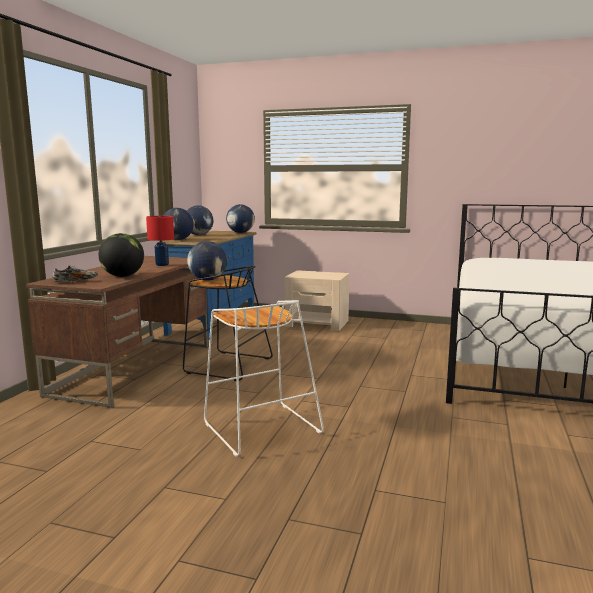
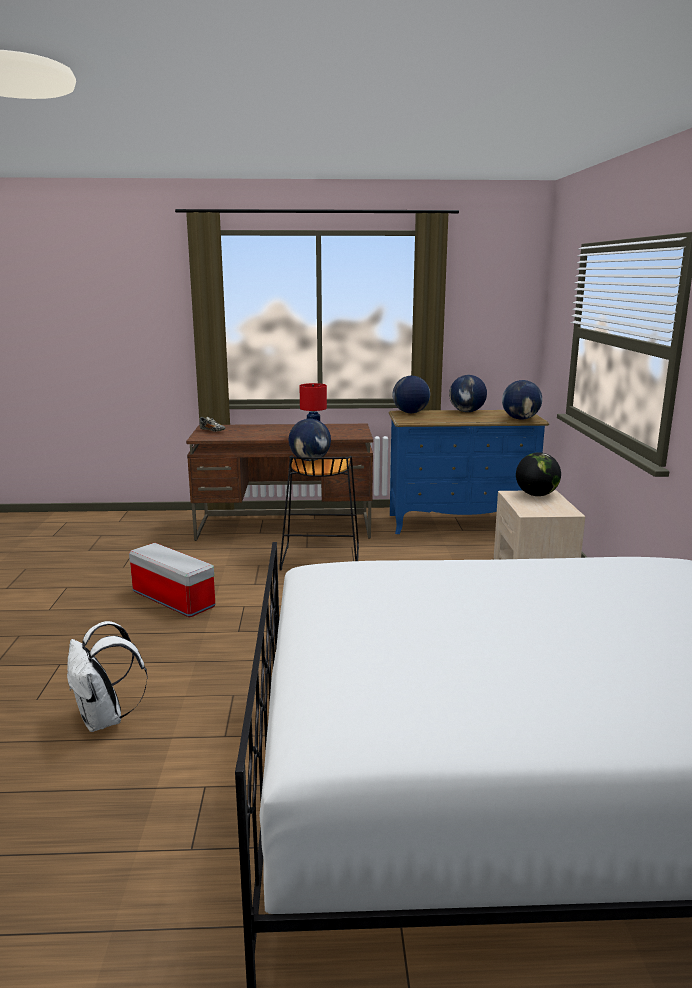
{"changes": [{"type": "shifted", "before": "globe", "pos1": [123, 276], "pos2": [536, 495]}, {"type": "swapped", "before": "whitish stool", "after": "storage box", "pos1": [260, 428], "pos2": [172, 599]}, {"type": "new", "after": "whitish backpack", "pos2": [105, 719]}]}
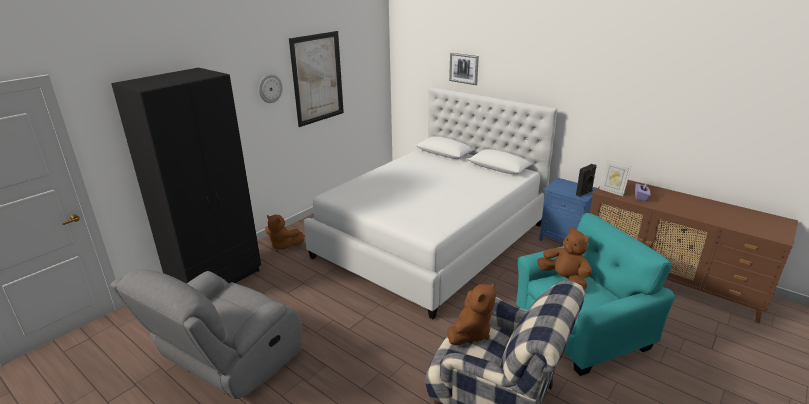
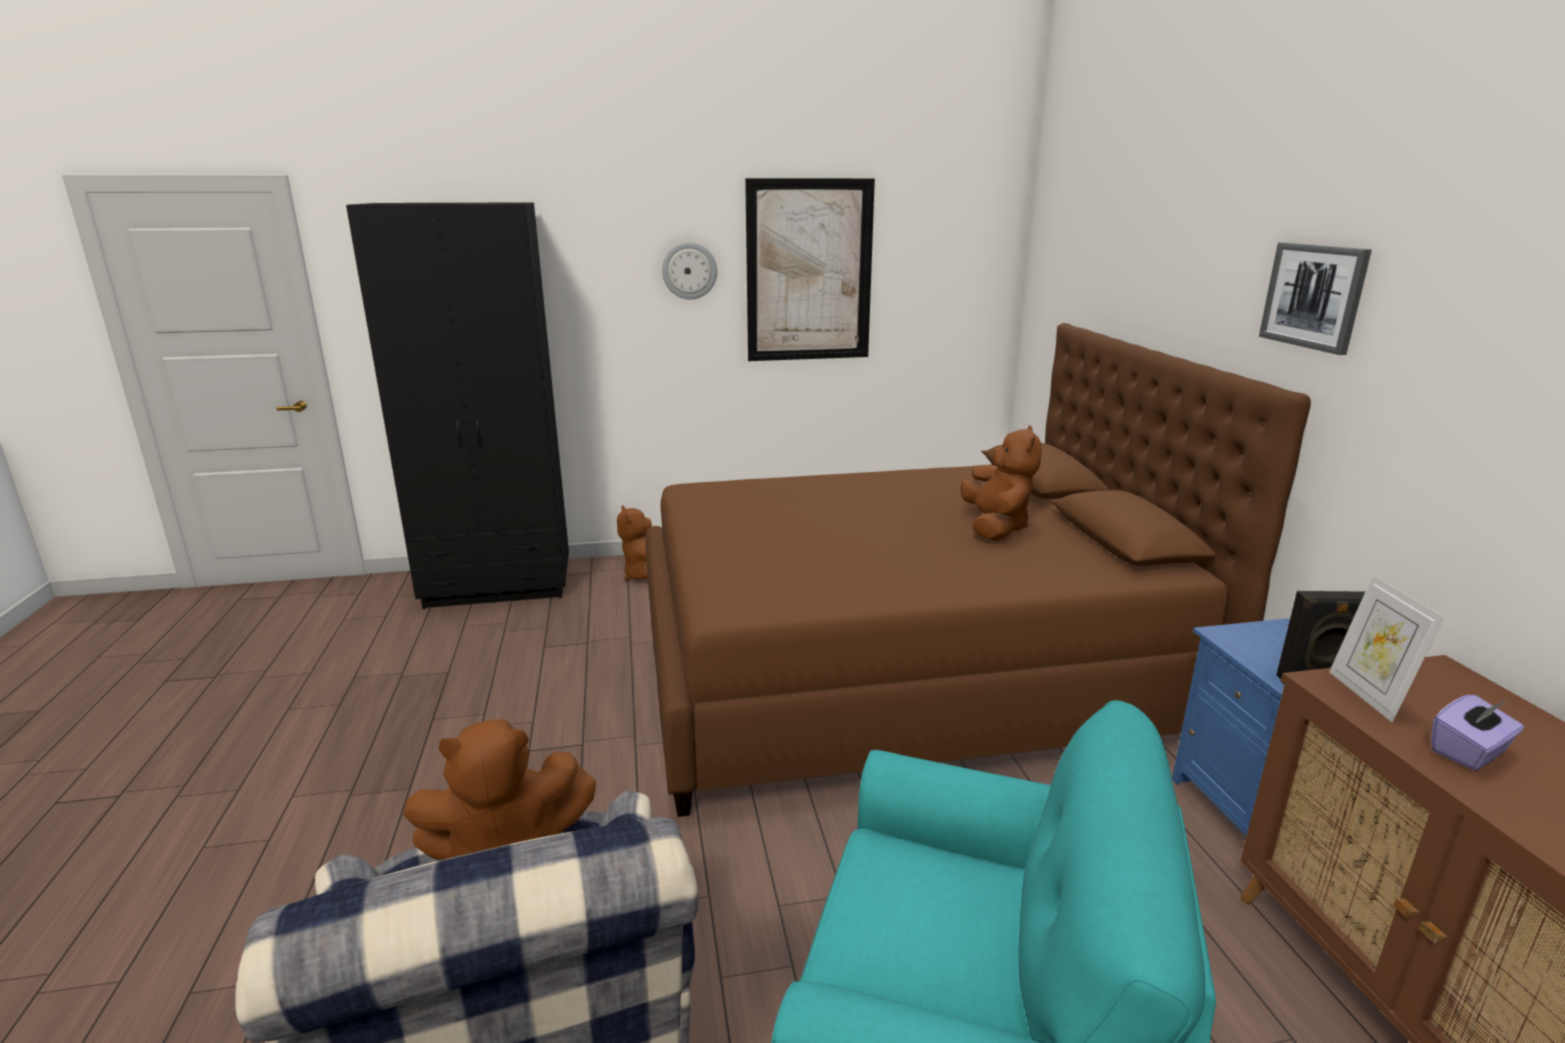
{"changes": [{"type": "shifted", "before": "wall art", "pos1": [464, 68], "pos2": [1314, 296]}, {"type": "repainted", "before": "whitish bedroom bed", "after": "brownish bedroom bed", "pos1": [432, 240], "pos2": [901, 668]}, {"type": "shifted", "before": "brownish plush toy", "pos1": [564, 280], "pos2": [995, 527]}, {"type": "gone", "before": "grey easy chair", "pos1": [226, 365]}]}
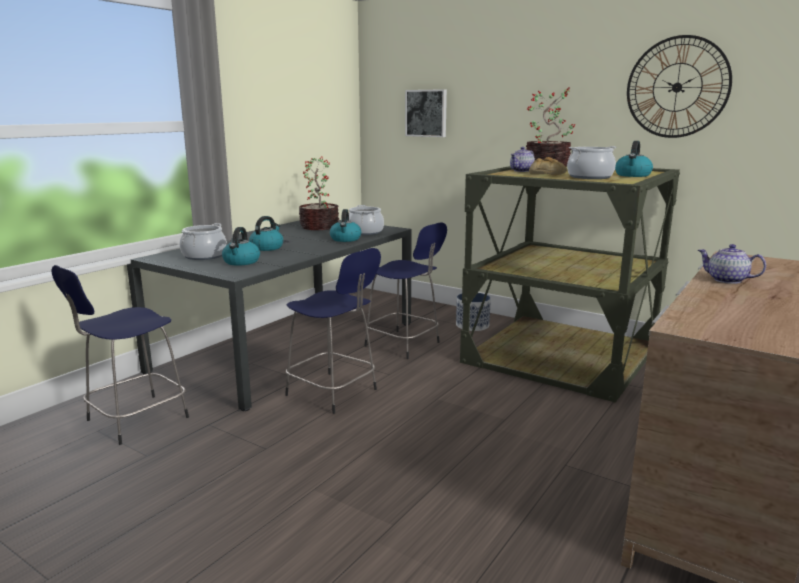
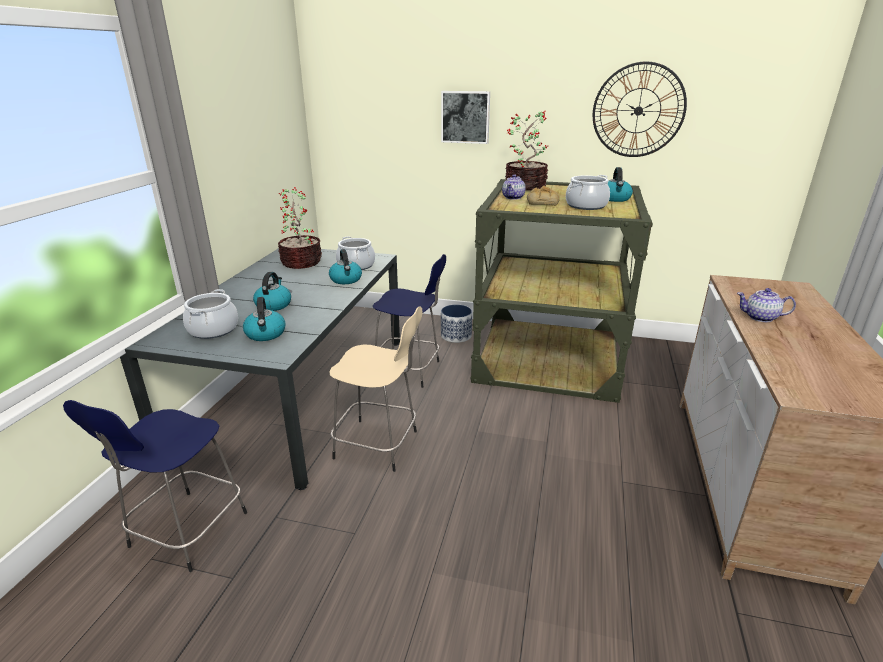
{"changes": [{"type": "shifted", "before": "wall art", "pos1": [426, 113], "pos2": [465, 117]}, {"type": "repainted", "before": "blue-coloured stool", "after": "beige stool", "pos1": [334, 393], "pos2": [379, 445]}]}
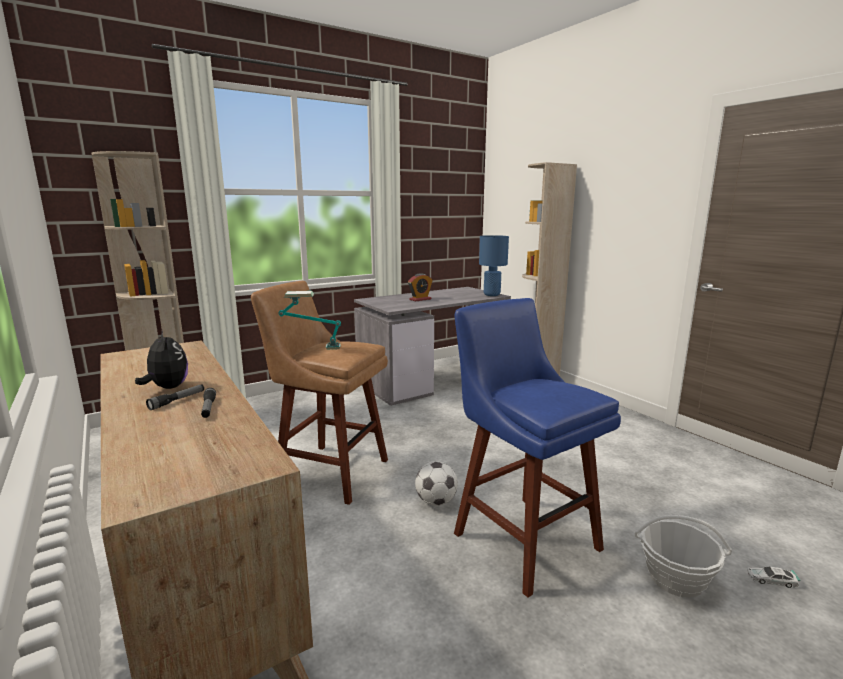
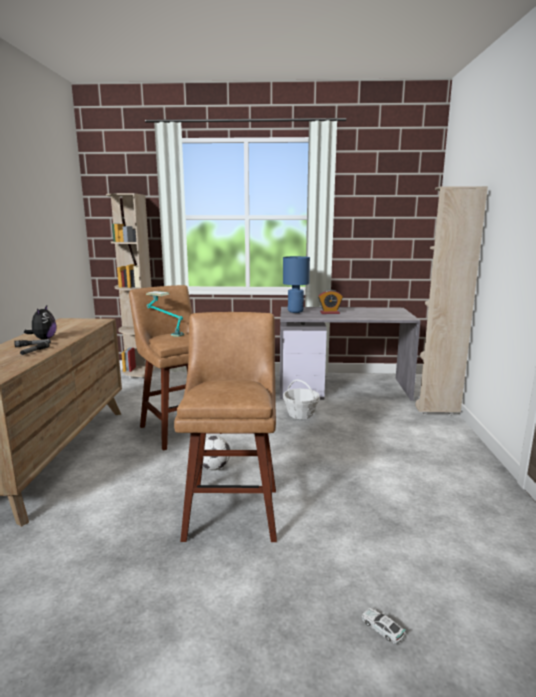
{"changes": [{"type": "shifted", "before": "blue-coloured table lamp", "pos1": [491, 295], "pos2": [295, 312]}, {"type": "repainted", "before": "blue-coloured stool", "after": "brownish stool", "pos1": [522, 538], "pos2": [233, 510]}, {"type": "shifted", "before": "household basket", "pos1": [675, 579], "pos2": [300, 414]}]}
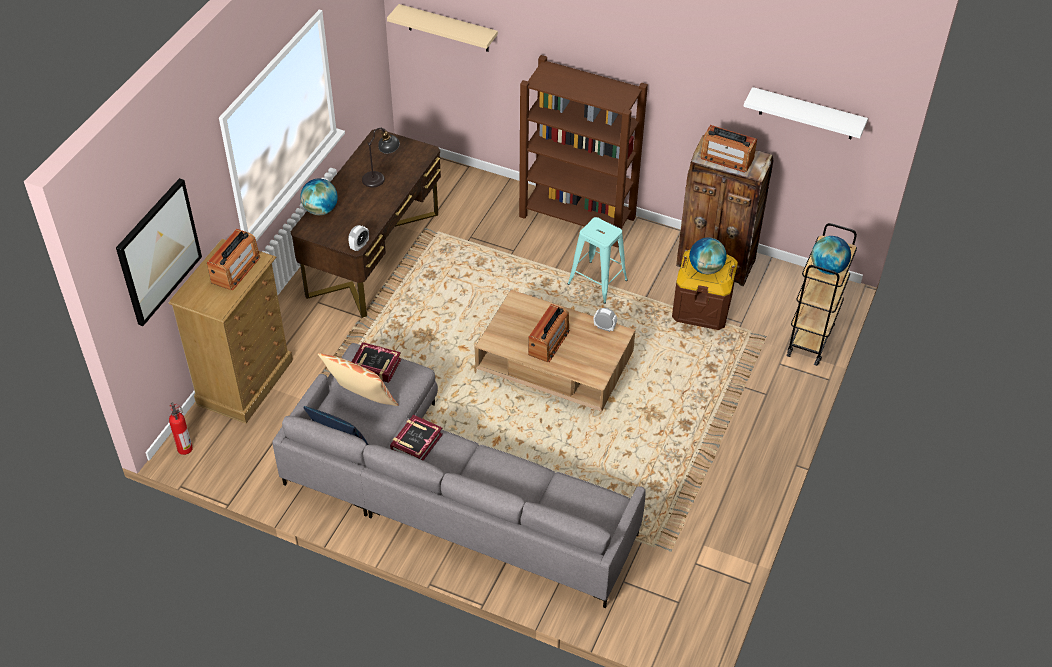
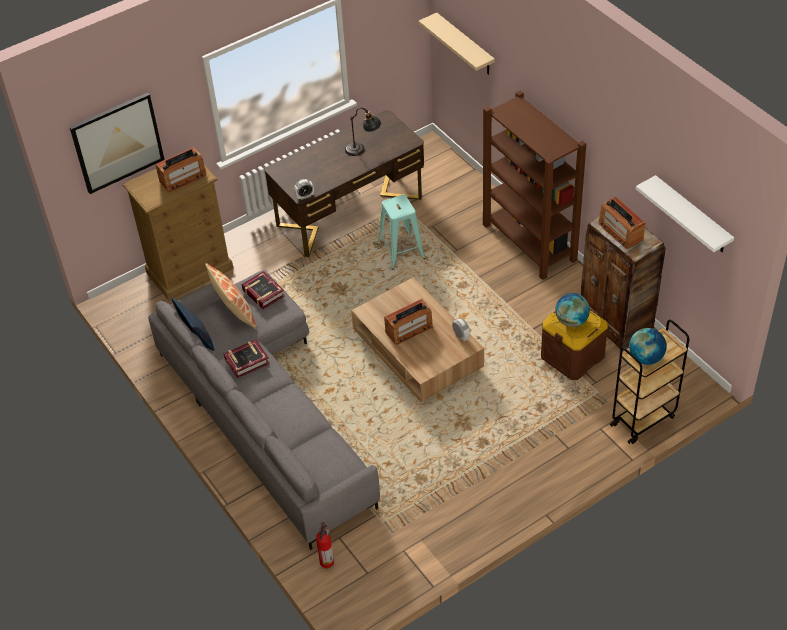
{"changes": [{"type": "gone", "before": "globe", "pos1": [321, 210]}, {"type": "shifted", "before": "turquoise-coloured stool", "pos1": [597, 282], "pos2": [401, 251]}, {"type": "shifted", "before": "fire extinguisher", "pos1": [184, 447], "pos2": [327, 561]}]}
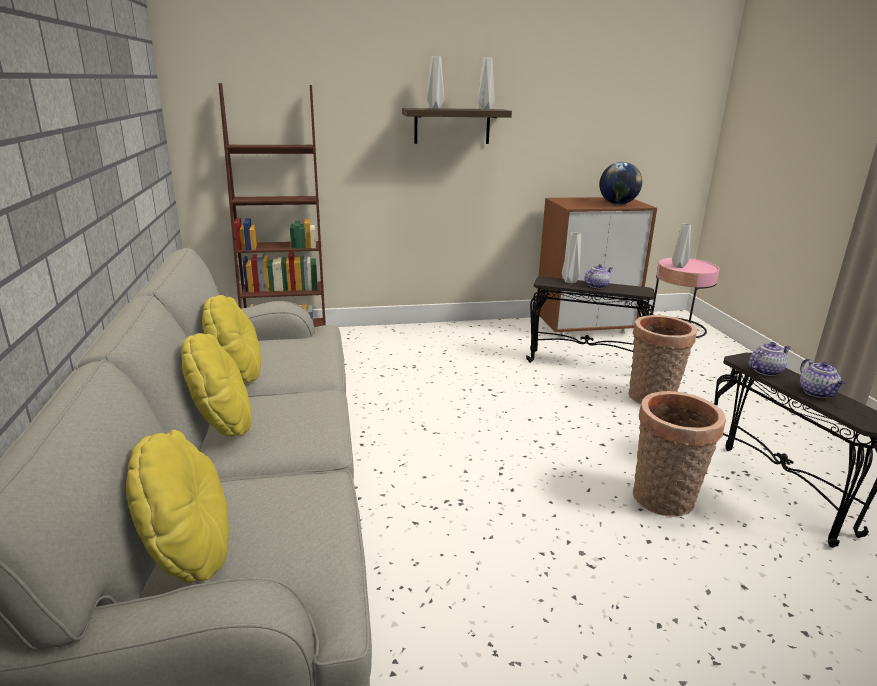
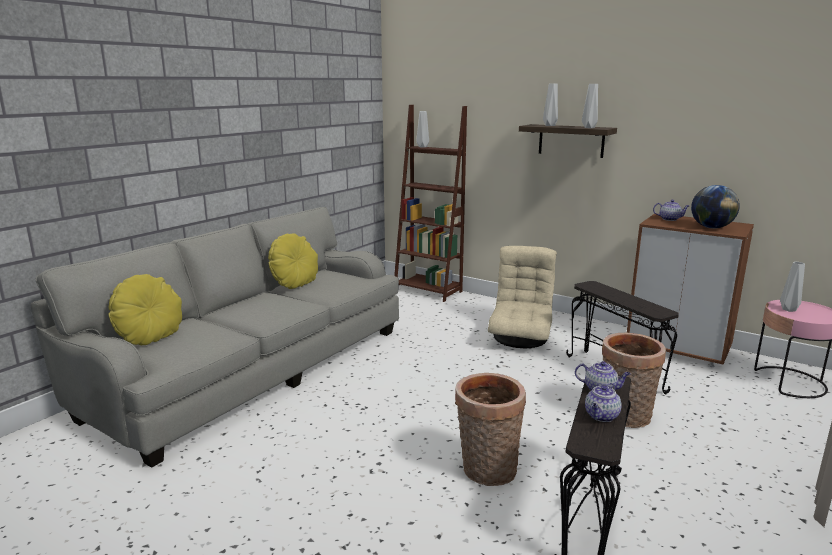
{"changes": [{"type": "shifted", "before": "grey decorative vase", "pos1": [569, 281], "pos2": [422, 147]}, {"type": "shifted", "before": "pot for tea", "pos1": [597, 286], "pos2": [670, 219]}, {"type": "gone", "before": "yellowish pillow", "pos1": [223, 427]}, {"type": "new", "after": "beige easy chair", "pos2": [521, 338]}]}
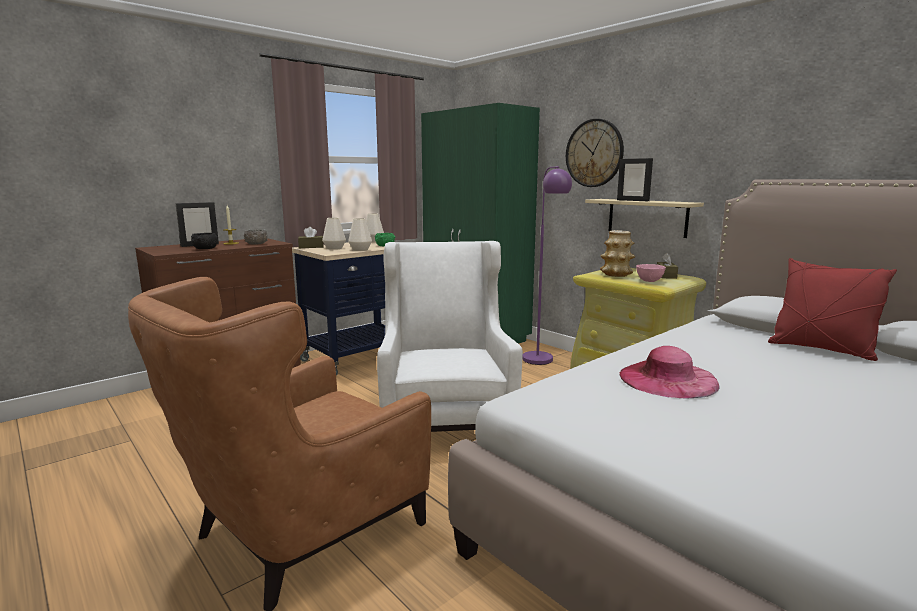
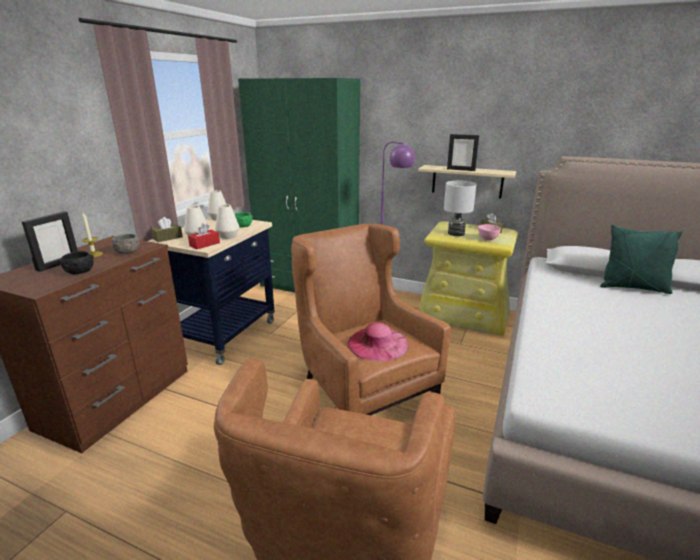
{"changes": [{"type": "gone", "before": "clock on the wall", "pos1": [594, 153]}, {"type": "swapped", "before": "decorative vase", "after": "grey table lamp", "pos1": [616, 274], "pos2": [456, 233]}, {"type": "repainted", "before": "whitish easy chair", "after": "brownish easy chair", "pos1": [446, 420], "pos2": [363, 387]}, {"type": "repainted", "before": "reddish pillow", "after": "greenish pillow", "pos1": [821, 349], "pos2": [633, 288]}, {"type": "shifted", "before": "pinkish wearable hat", "pos1": [667, 379], "pos2": [377, 343]}, {"type": "new", "after": "reddish box of tissues", "pos2": [204, 244]}]}
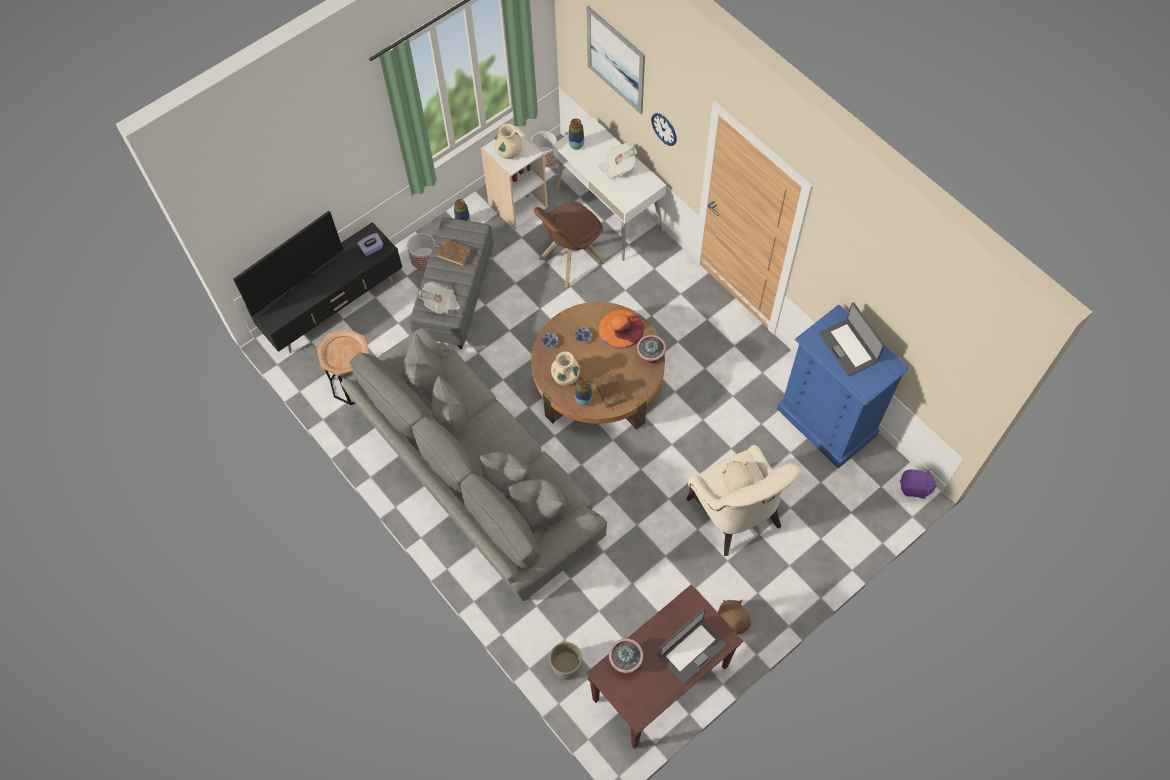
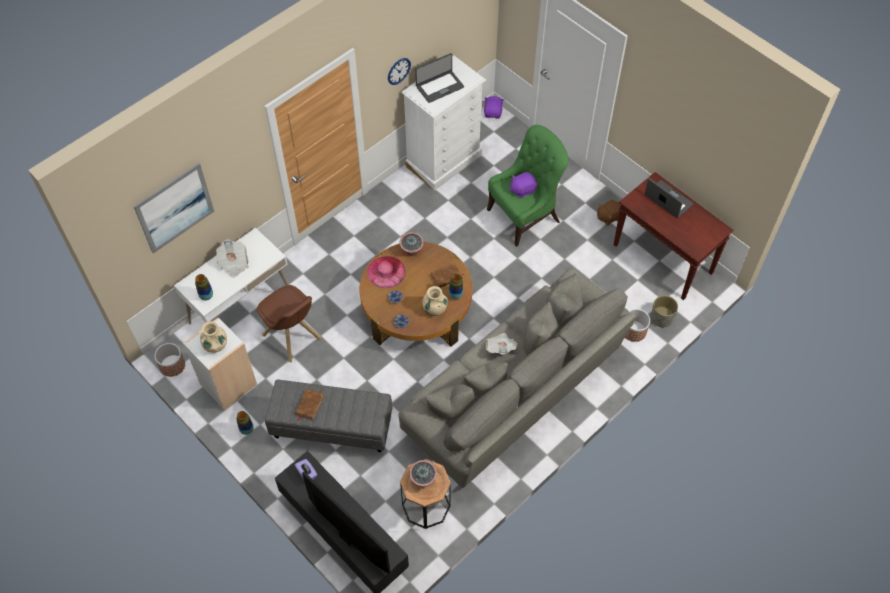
{"changes": [{"type": "shifted", "before": "clock on the wall", "pos1": [664, 129], "pos2": [398, 71]}, {"type": "shifted", "before": "planter", "pos1": [424, 258], "pos2": [634, 331]}, {"type": "shifted", "before": "printed paper", "pos1": [441, 304], "pos2": [500, 348]}, {"type": "repainted", "before": "blue-coloured chest of drawers", "after": "whitish chest of drawers", "pos1": [827, 422], "pos2": [444, 160]}, {"type": "repainted", "before": "orange wearable hat", "after": "pinkish wearable hat", "pos1": [621, 329], "pos2": [386, 272]}, {"type": "repainted", "before": "beige easy chair", "after": "greenish easy chair", "pos1": [735, 513], "pos2": [524, 216]}, {"type": "repainted", "before": "beige plush toy", "after": "purple-coloured plush toy", "pos1": [737, 483], "pos2": [522, 190]}, {"type": "shifted", "before": "plant in a pot", "pos1": [625, 661], "pos2": [423, 479]}]}
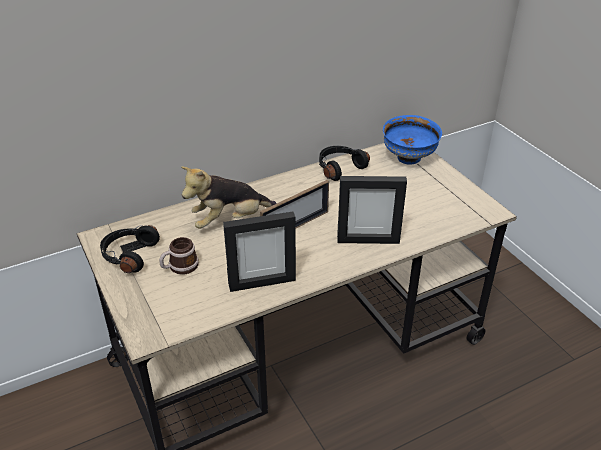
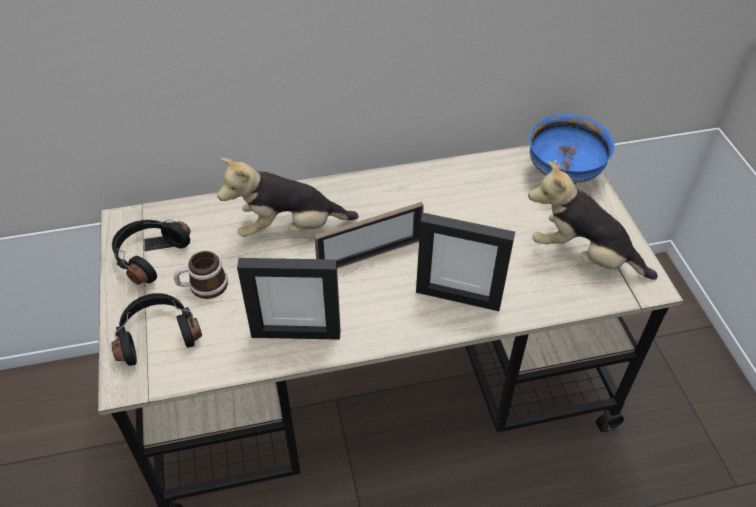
{"changes": [{"type": "shifted", "before": "black-coloured headset", "pos1": [339, 168], "pos2": [157, 334]}, {"type": "new", "after": "plush toy", "pos2": [583, 256]}]}
